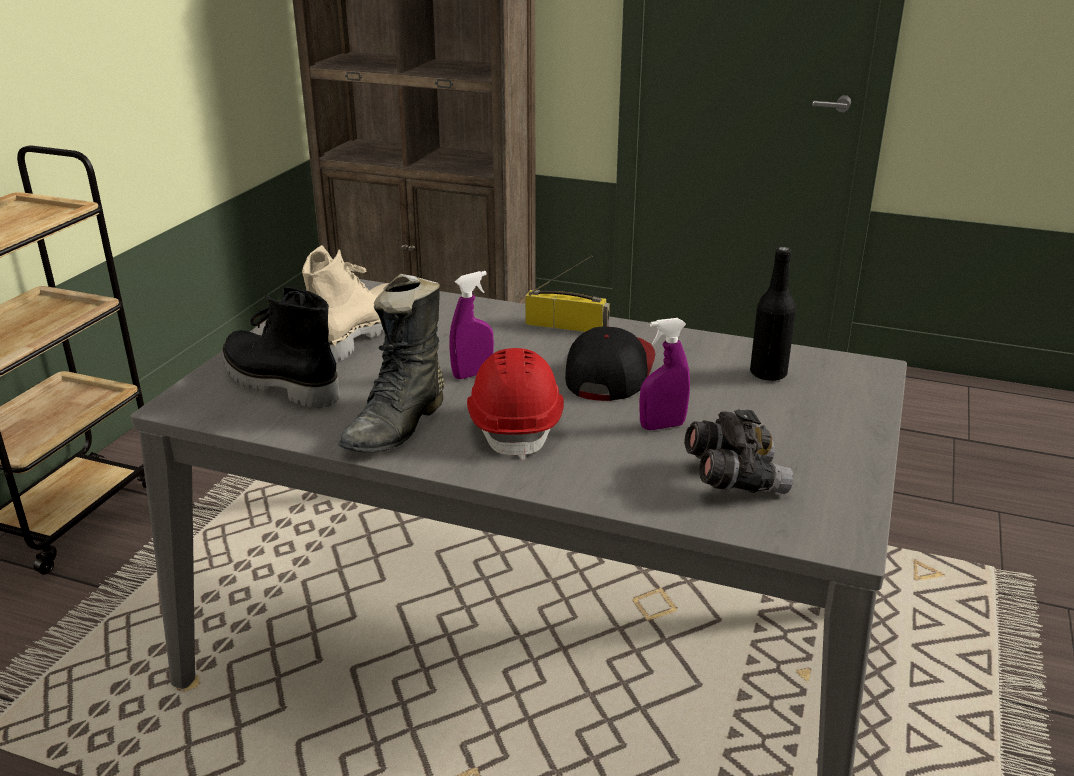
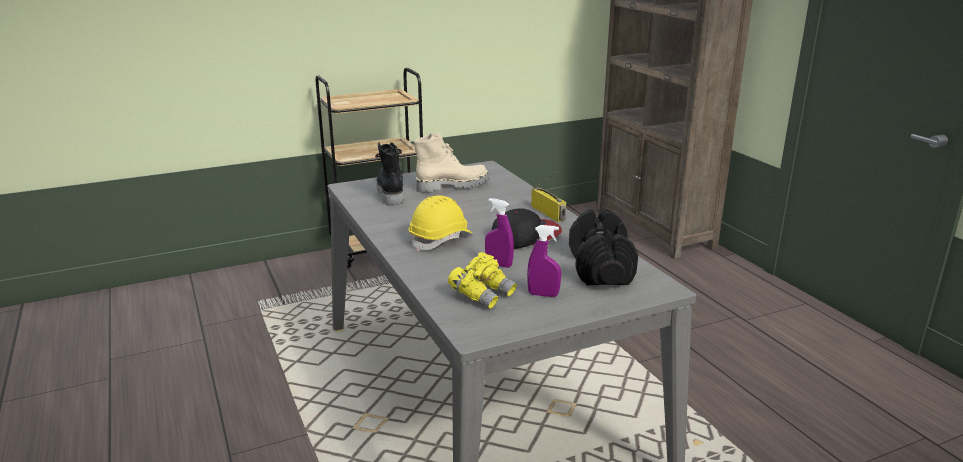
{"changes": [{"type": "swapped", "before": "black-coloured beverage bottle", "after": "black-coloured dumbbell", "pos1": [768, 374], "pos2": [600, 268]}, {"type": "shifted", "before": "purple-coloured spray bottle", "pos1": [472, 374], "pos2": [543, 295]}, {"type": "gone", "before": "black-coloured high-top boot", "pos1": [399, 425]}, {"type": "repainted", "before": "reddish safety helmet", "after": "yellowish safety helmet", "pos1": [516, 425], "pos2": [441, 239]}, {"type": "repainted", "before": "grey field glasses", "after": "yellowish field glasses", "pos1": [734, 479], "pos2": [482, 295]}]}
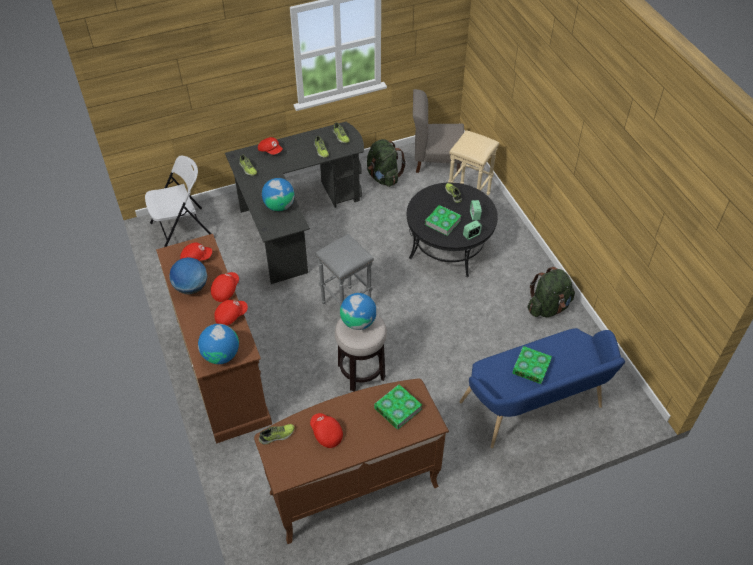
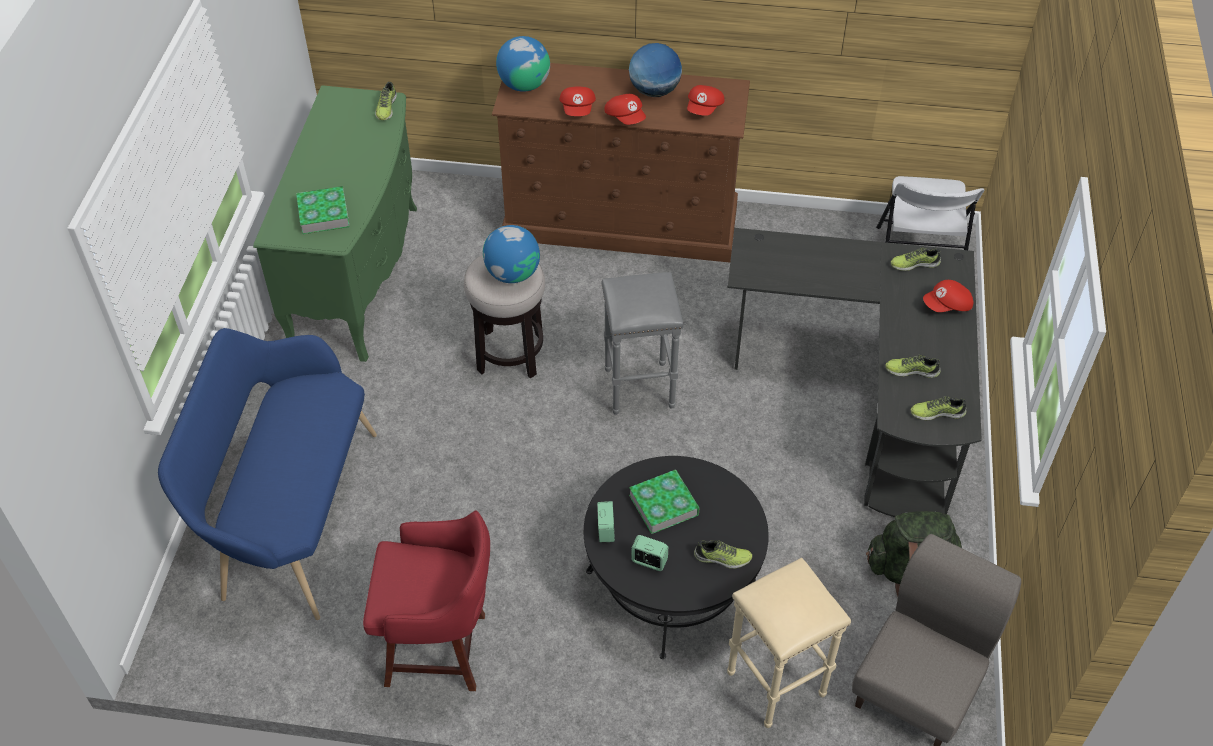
{"changes": [{"type": "gone", "before": "globe", "pos1": [279, 206]}, {"type": "swapped", "before": "greenish backpack", "after": "reddish stool", "pos1": [548, 307], "pos2": [441, 651]}, {"type": "gone", "before": "bound book", "pos1": [531, 367]}, {"type": "repainted", "before": "brownish chest of drawers", "after": "greenish chest of drawers", "pos1": [352, 485], "pos2": [360, 276]}, {"type": "gone", "before": "reddish cap", "pos1": [326, 433]}]}
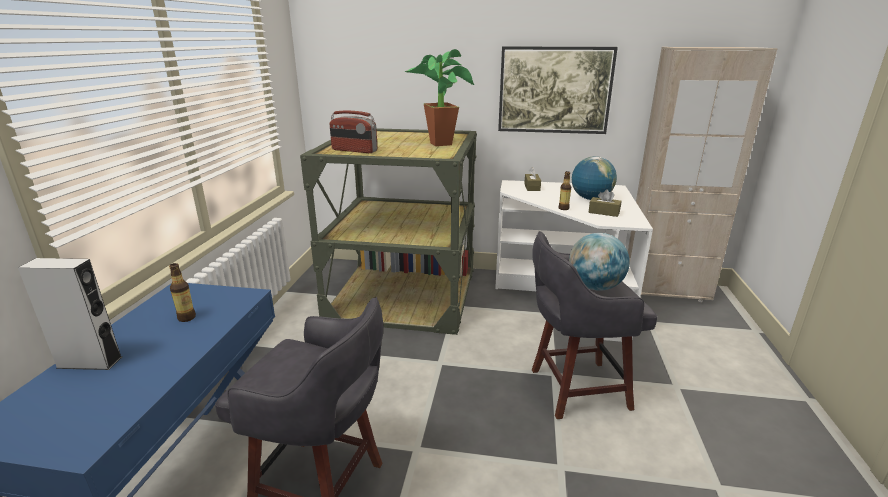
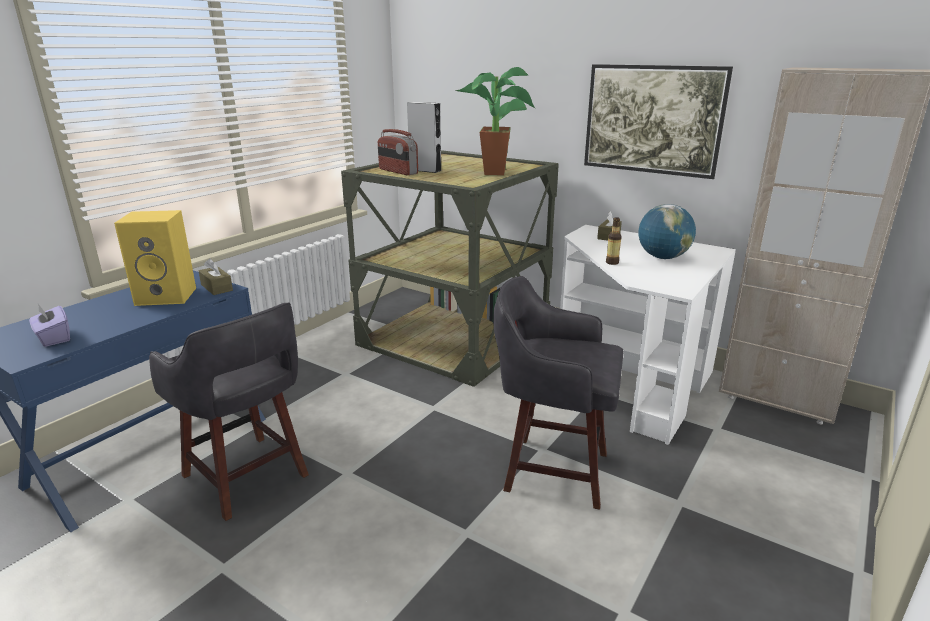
{"changes": [{"type": "shifted", "before": "brownish box of tissues", "pos1": [604, 212], "pos2": [216, 287]}, {"type": "gone", "before": "globe", "pos1": [594, 287]}, {"type": "shifted", "before": "grey loudspeaker", "pos1": [89, 362], "pos2": [425, 170]}, {"type": "swapped", "before": "beverage bottle", "after": "yellowish loudspeaker", "pos1": [187, 318], "pos2": [168, 296]}, {"type": "new", "after": "purple-coloured box of tissues", "pos2": [53, 338]}]}
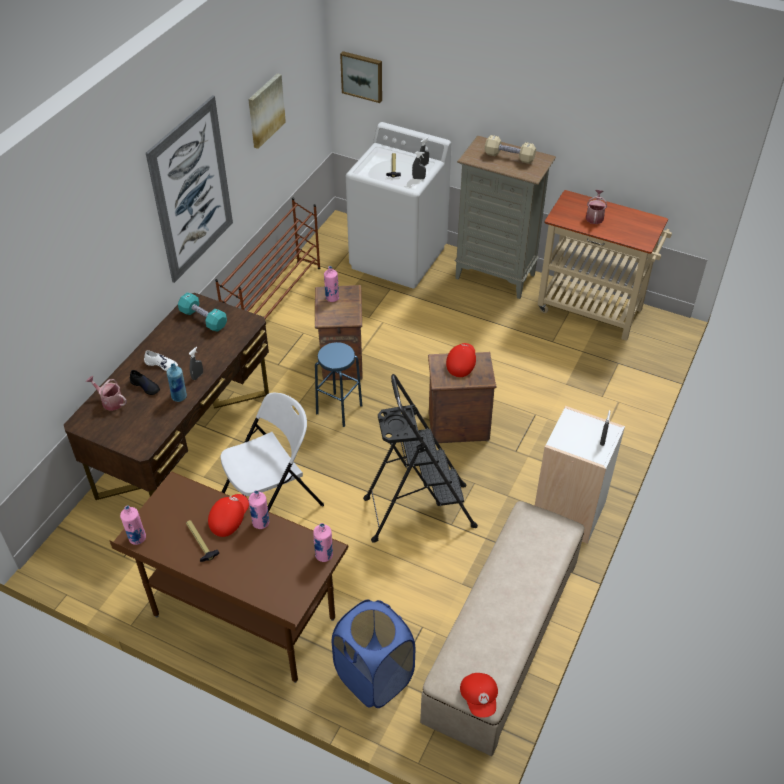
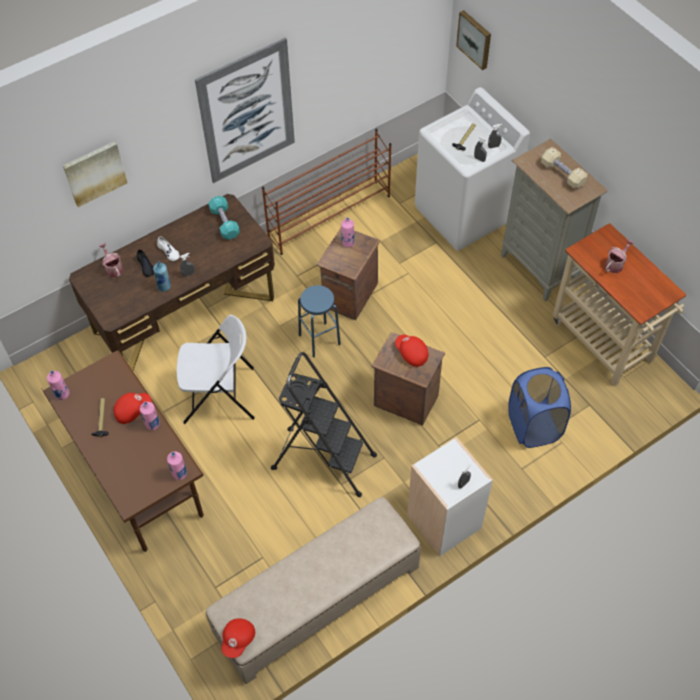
{"changes": [{"type": "shifted", "before": "wall art", "pos1": [265, 110], "pos2": [94, 172]}, {"type": "rotated", "before": "reddish cap", "pos1": [461, 364], "pos2": [411, 353], "turn": -90}, {"type": "shifted", "before": "blue-coloured hamper", "pos1": [374, 677], "pos2": [533, 426]}]}
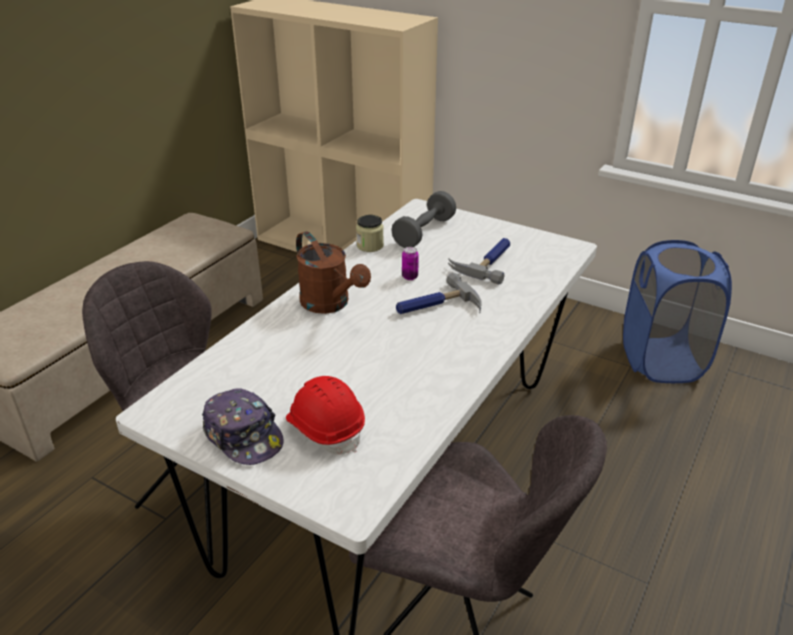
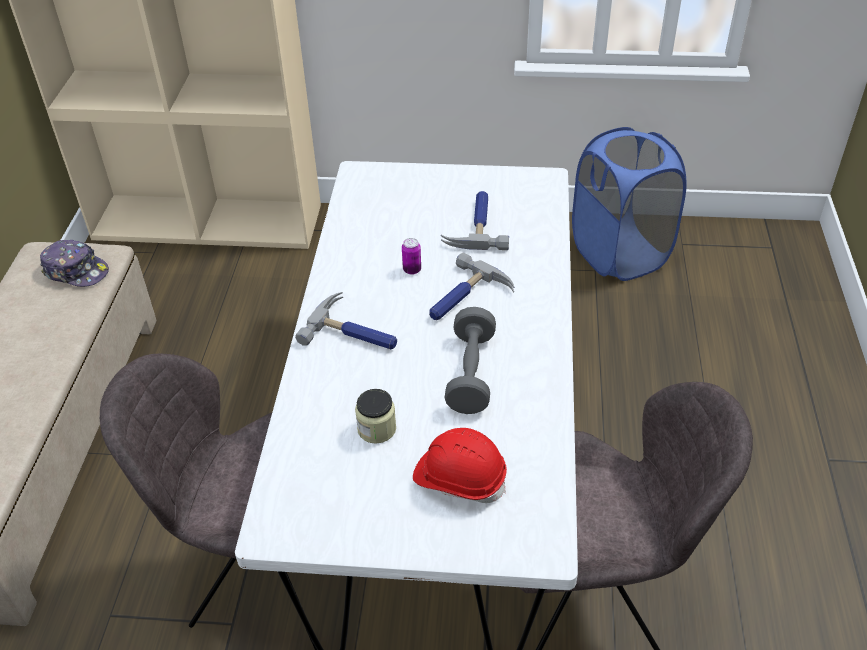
{"changes": [{"type": "shifted", "before": "grey dumbbell", "pos1": [424, 232], "pos2": [471, 373]}, {"type": "shifted", "before": "jar", "pos1": [370, 246], "pos2": [376, 429]}, {"type": "swapped", "before": "brownish watering can", "after": "hand hammer", "pos1": [330, 304], "pos2": [355, 333]}, {"type": "shifted", "before": "cap", "pos1": [244, 436], "pos2": [76, 271]}]}
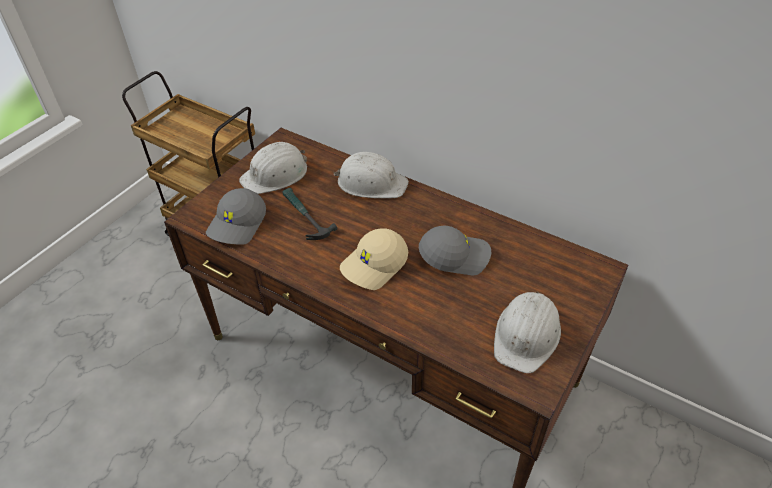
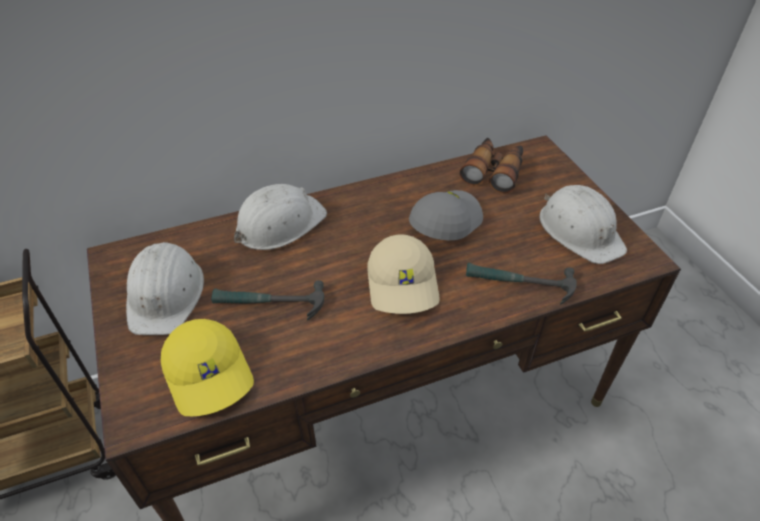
{"changes": [{"type": "repainted", "before": "grey cap", "after": "yellowish cap", "pos1": [238, 224], "pos2": [210, 374]}, {"type": "new", "after": "field glasses", "pos2": [493, 171]}, {"type": "new", "after": "hand hammer", "pos2": [519, 283]}]}
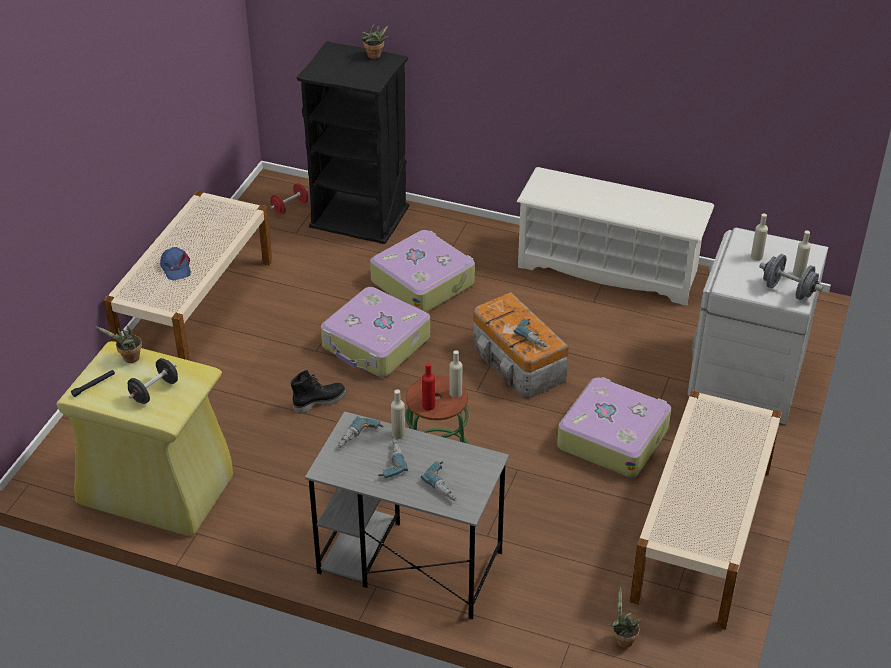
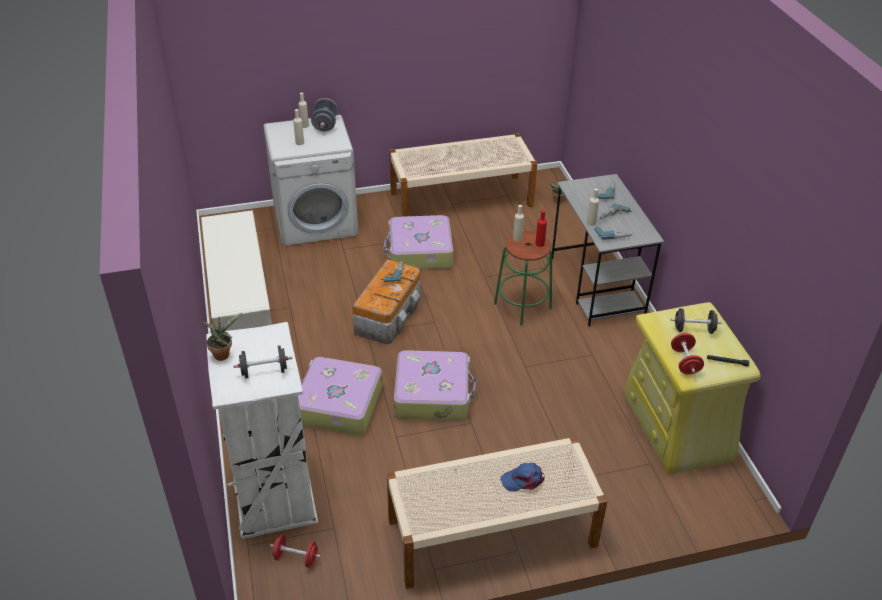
{"changes": [{"type": "repainted", "before": "black-coloured bookcase", "after": "whitish bookcase", "pos1": [360, 216], "pos2": [274, 494]}, {"type": "rotated", "before": "blue-coloured cap", "pos1": [176, 267], "pos2": [523, 479], "turn": -135}, {"type": "swapped", "before": "plant in a pot", "after": "reddish dumbbell", "pos1": [129, 359], "pos2": [685, 362]}, {"type": "gone", "before": "black-coloured high-top boot", "pos1": [319, 401]}, {"type": "new", "after": "black-coloured dumbbell", "pos2": [264, 371]}]}
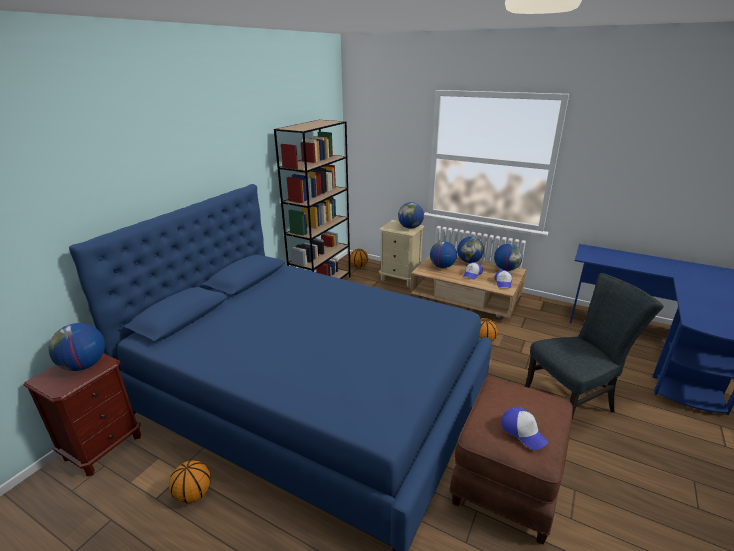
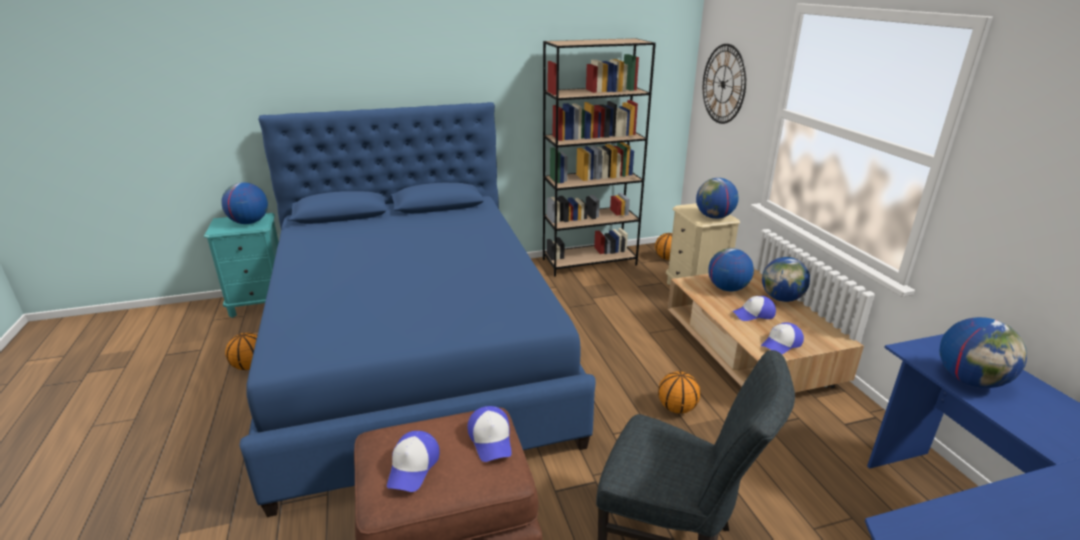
{"changes": [{"type": "shifted", "before": "globe", "pos1": [506, 269], "pos2": [970, 380]}, {"type": "repainted", "before": "brownish nightstand", "after": "turquoise-coloured nightstand", "pos1": [104, 447], "pos2": [260, 304]}, {"type": "new", "after": "clock on the wall", "pos2": [723, 84]}, {"type": "new", "after": "cap", "pos2": [491, 439]}]}
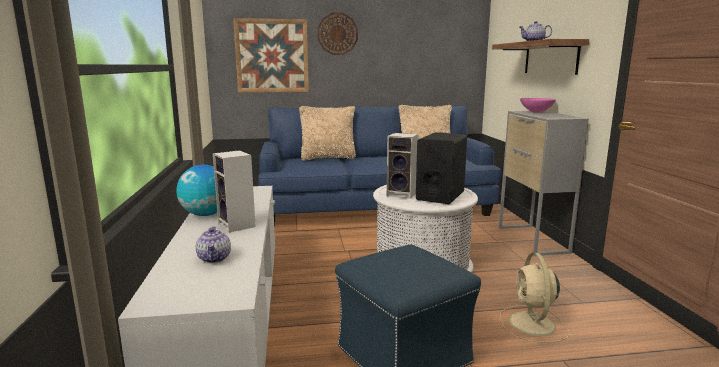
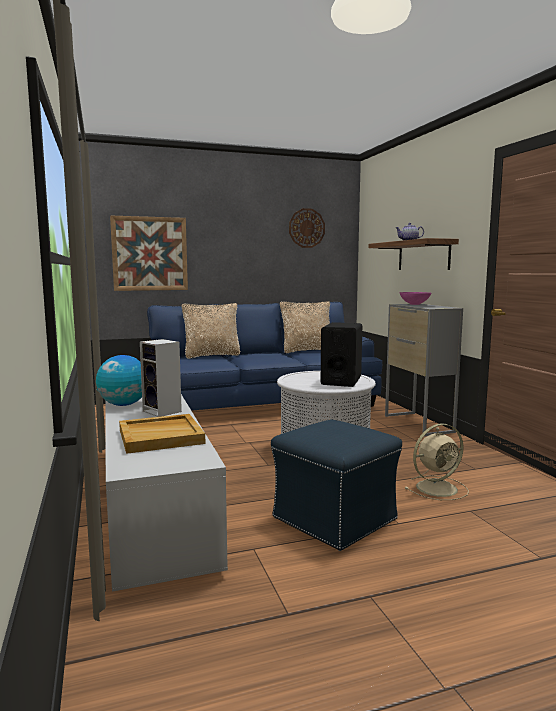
{"changes": [{"type": "shifted", "before": "clock on the wall", "pos1": [337, 34], "pos2": [306, 228]}, {"type": "gone", "before": "loudspeaker", "pos1": [403, 194]}, {"type": "swapped", "before": "pot for tea", "after": "beige carrying tray", "pos1": [215, 258], "pos2": [161, 436]}, {"type": "rotated", "before": "beige cooling fan", "pos1": [532, 325], "pos2": [438, 488], "turn": -105}]}
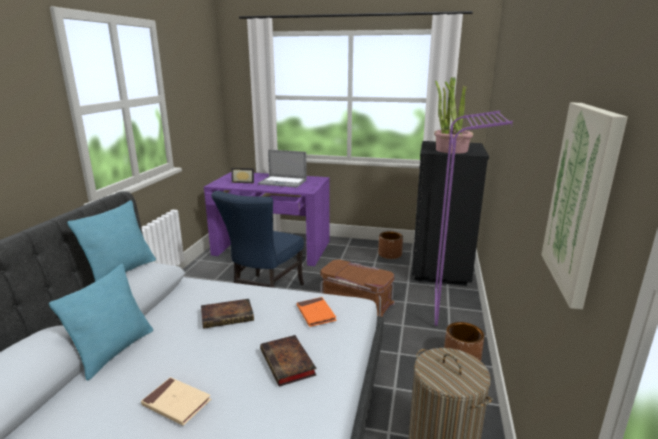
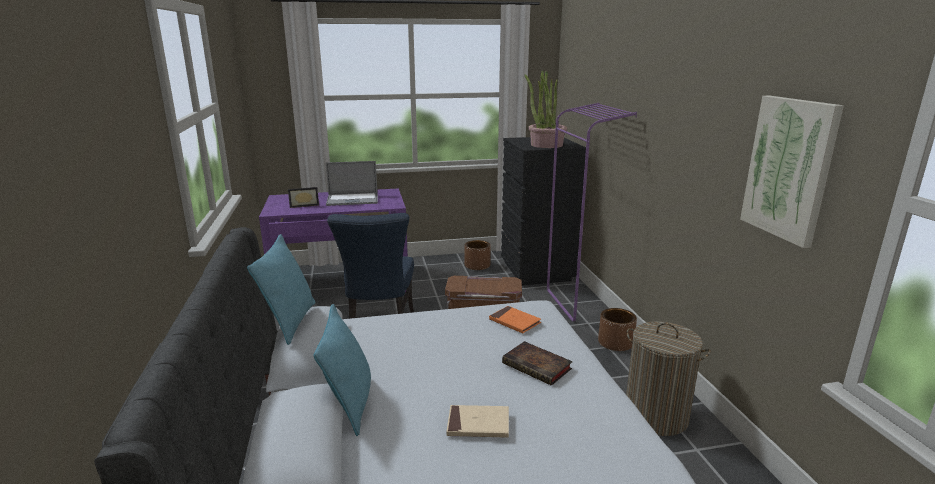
{"changes": [{"type": "gone", "before": "bound book", "pos1": [228, 316]}]}
